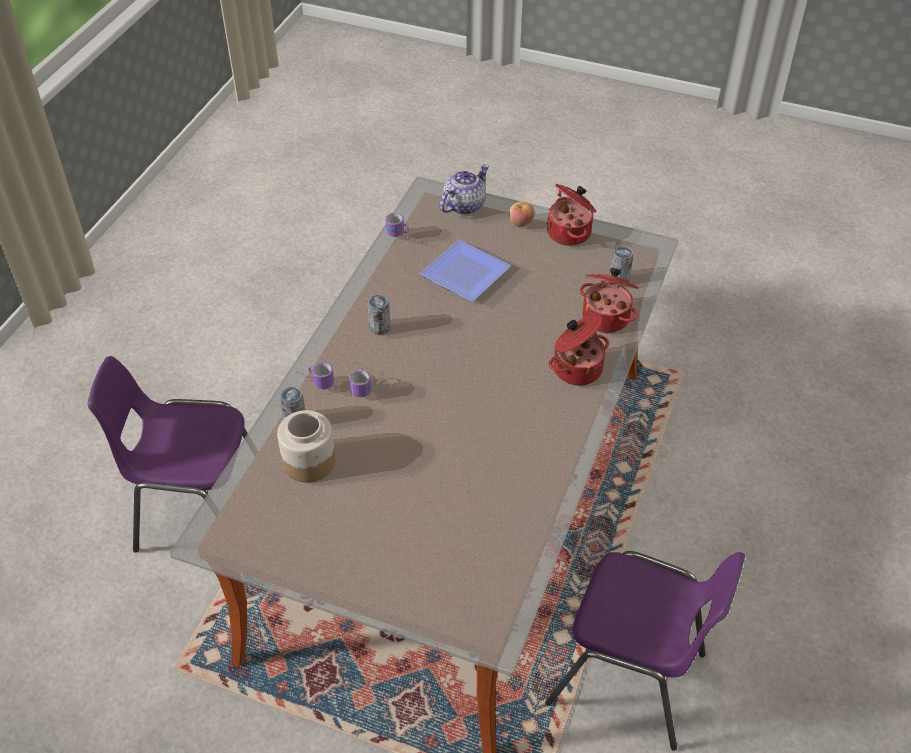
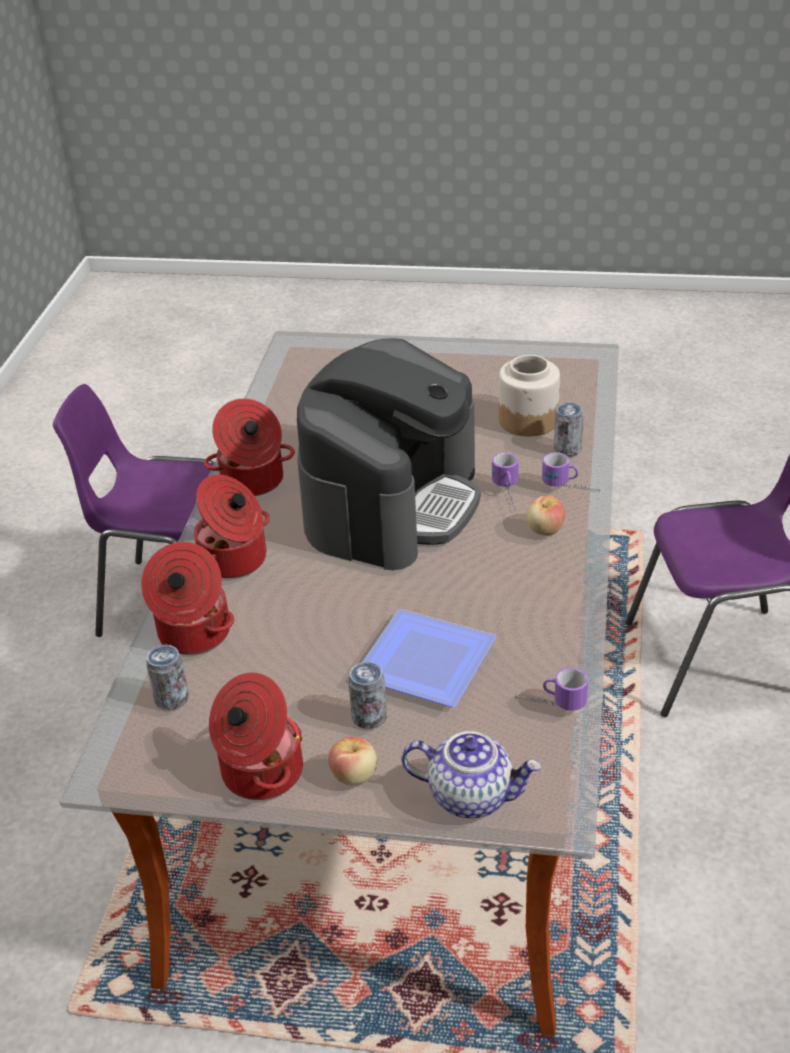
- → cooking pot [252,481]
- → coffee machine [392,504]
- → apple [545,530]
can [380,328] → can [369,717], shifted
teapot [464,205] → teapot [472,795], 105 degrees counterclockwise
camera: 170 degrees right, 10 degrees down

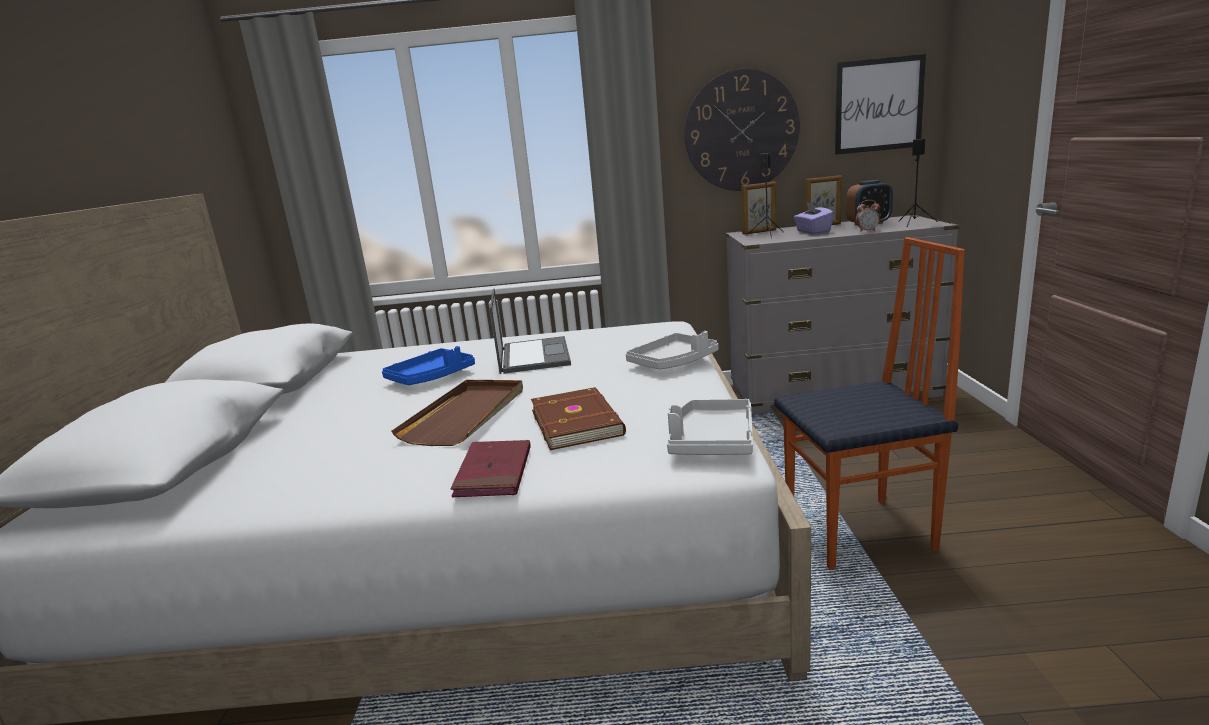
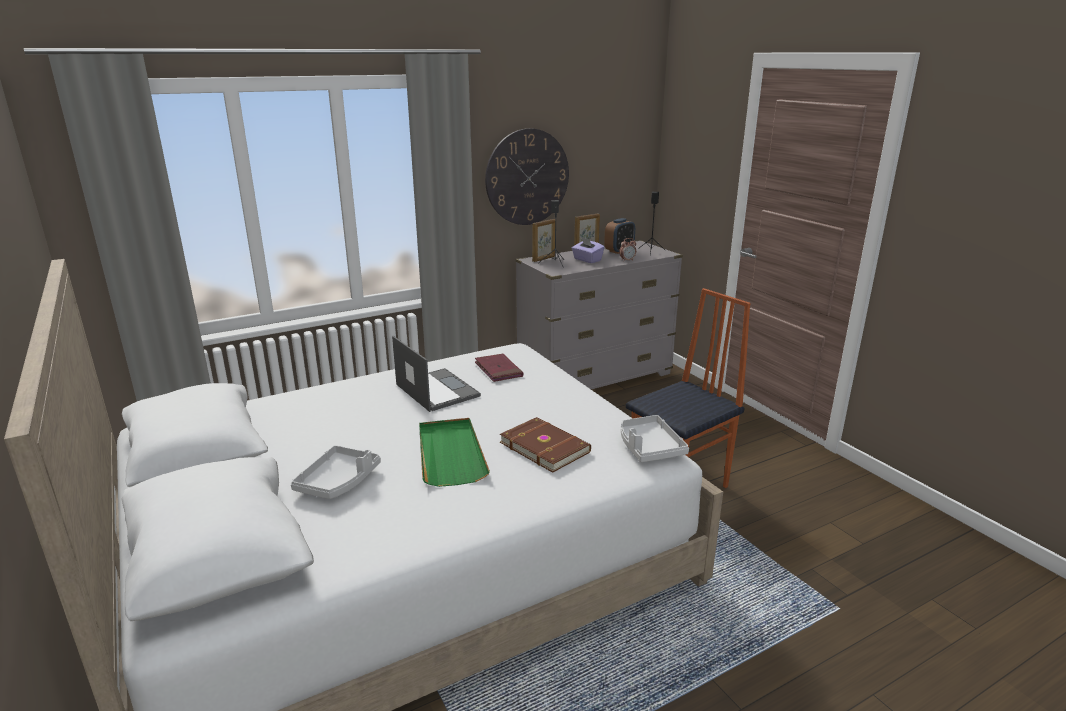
blue tray [431,377] → -
picture [878,105] → -
red book [494,473] → red book [498,370], shifted
grey tray [673,362] → grey tray [339,481], shifted
brown tray [466,415] → green tray [450,454]
camera: 30 degrees left, 5 degrees up

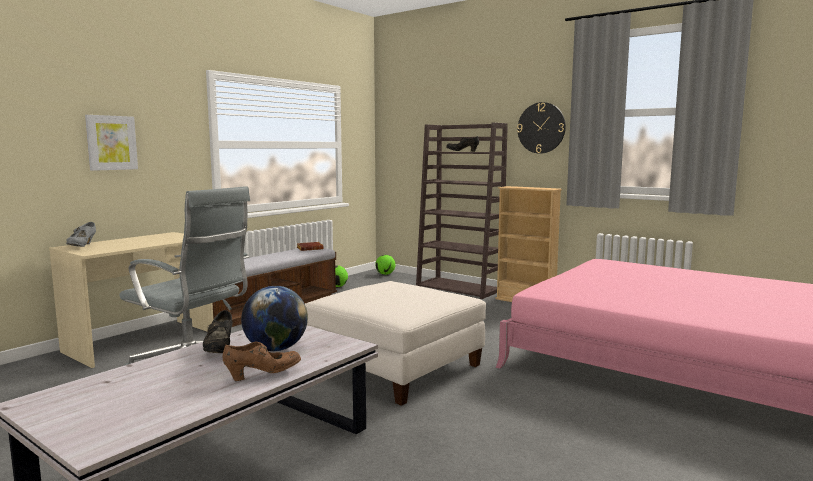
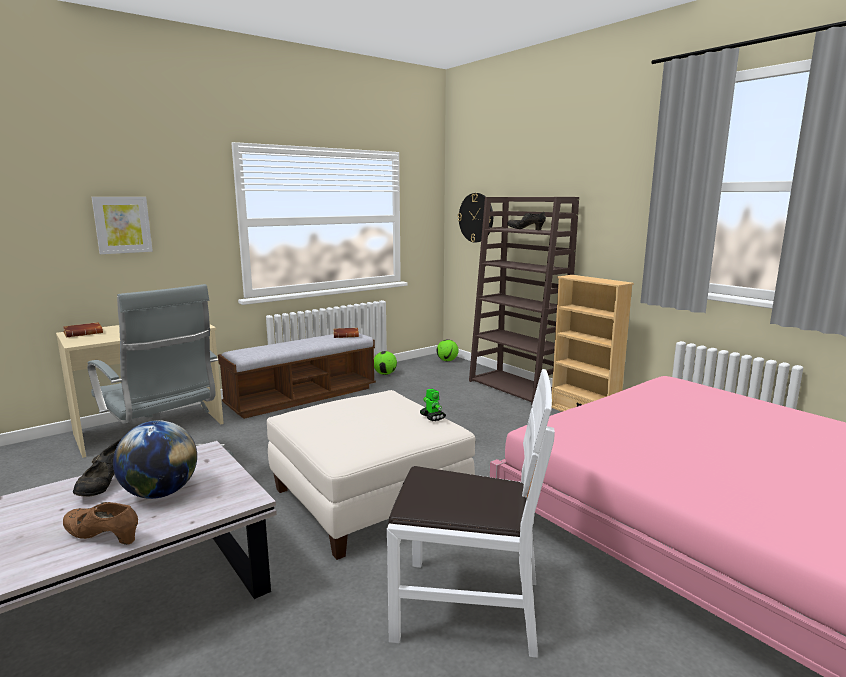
- → white chair [467,606]
- → toy robot [432,417]
wall clock [541,128] → wall clock [476,217], shifted
grey shoe [82,246] → brown book [84,333]
brown shoe [263,375] → brown shoe [103,538], 150 degrees counterclockwise
camera: 15 degrees right, 5 degrees up

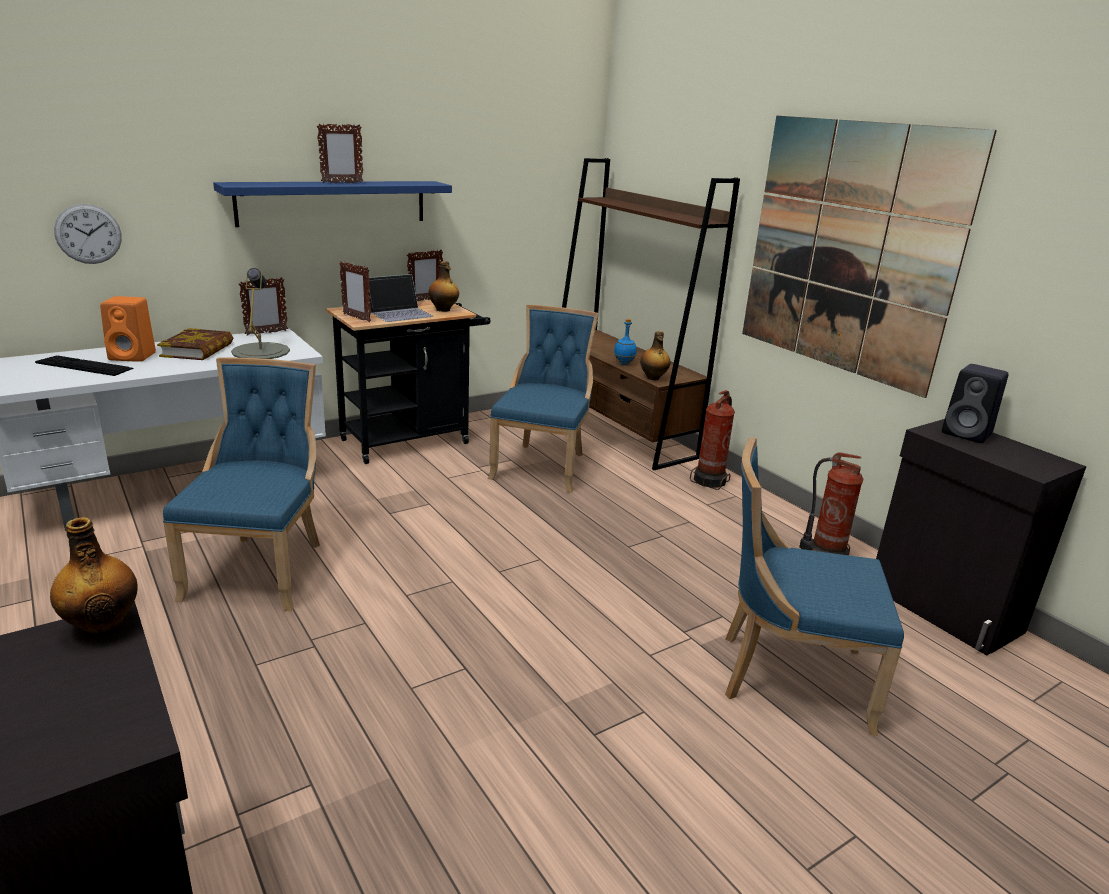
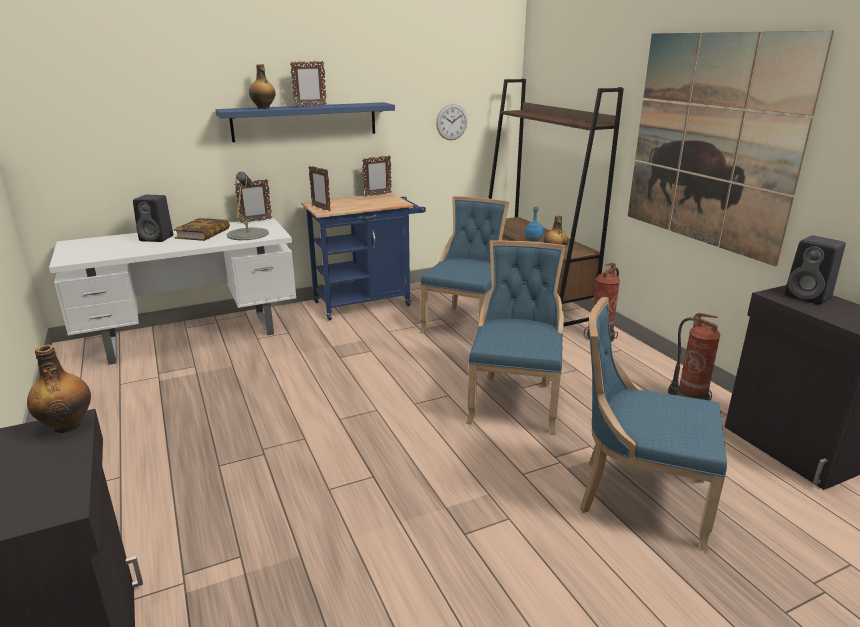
keyboard [84,365] → -
laptop [399,313] → -
wall clock [88,234] → wall clock [451,122], shifted
blue chair [261,569] → blue chair [515,401], shifted
bottle [443,310] → bottle [263,108], shifted
orange speaker [134,356] → black speaker [158,238]
black cart [412,440] → blue cart [368,302]
camera: 10 degrees right, 0 degrees up

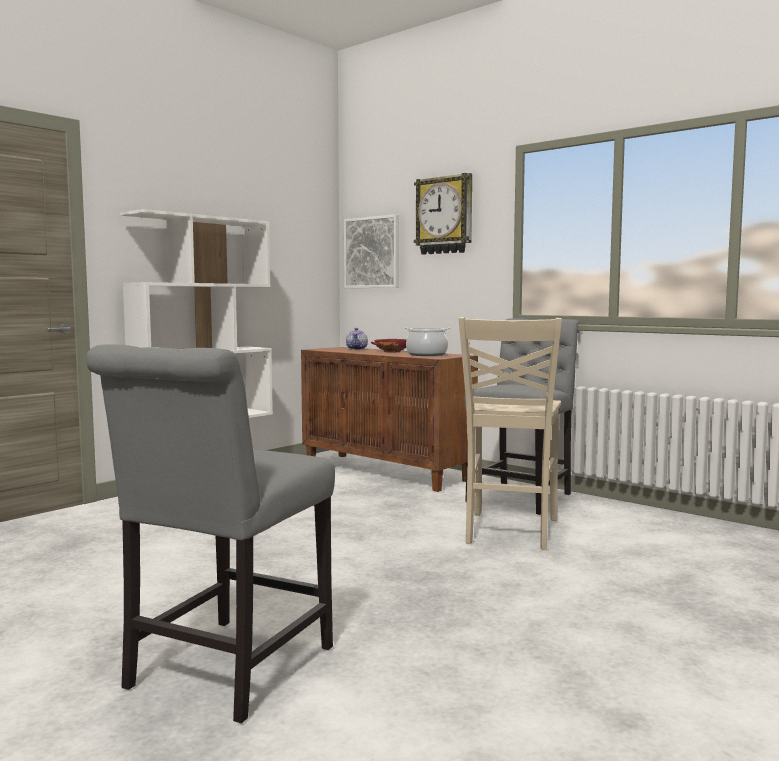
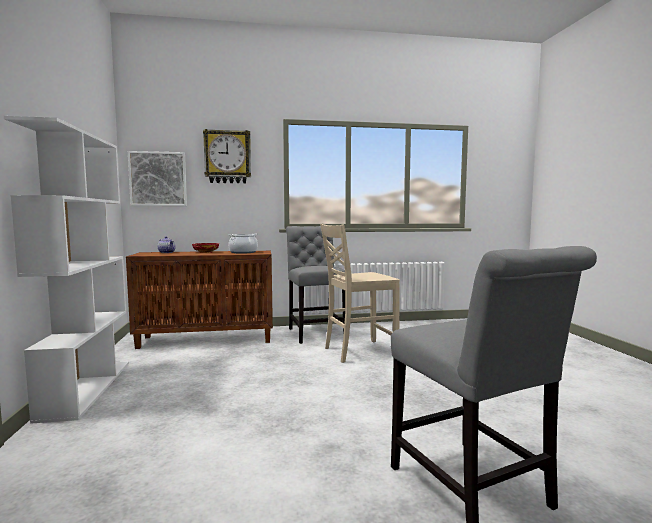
beige chair [509,531] → beige chair [358,351], 105 degrees clockwise
camera: 50 degrees left, 0 degrees up

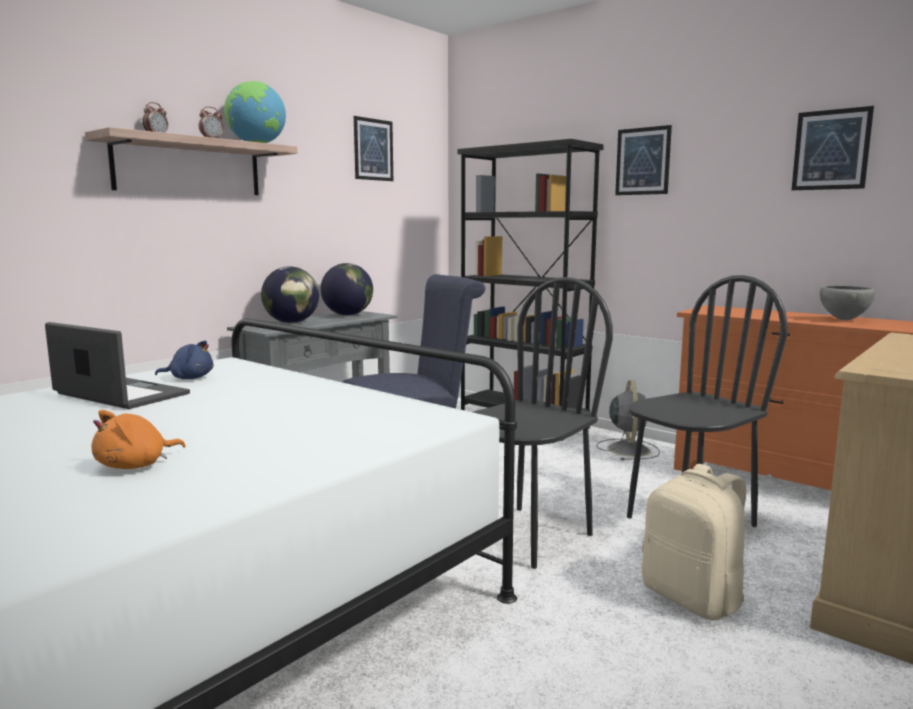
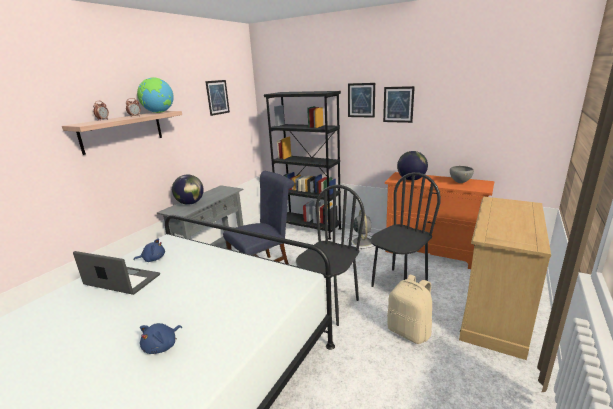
globe [348,315] → globe [411,179], shifted
picture [831,150] → picture [398,104], shifted
orange plush toy [136,465] → blue plush toy [162,346]
camera: 10 degrees left, 10 degrees up

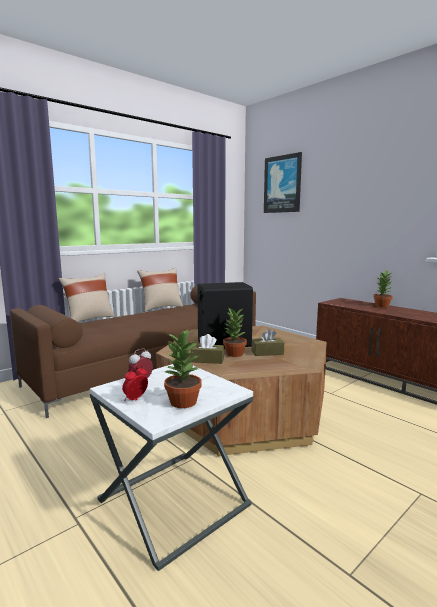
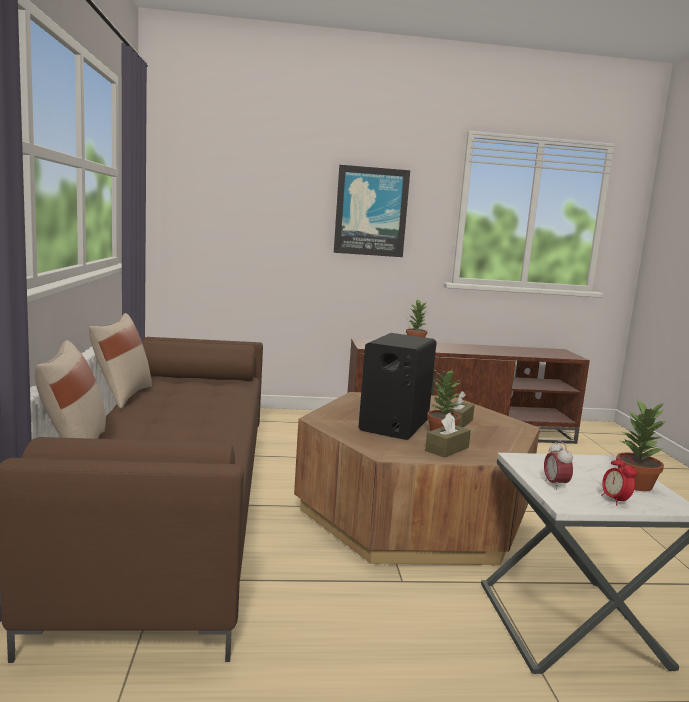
picture [282,184] → picture [371,211], shifted
camera: 55 degrees left, 0 degrees up

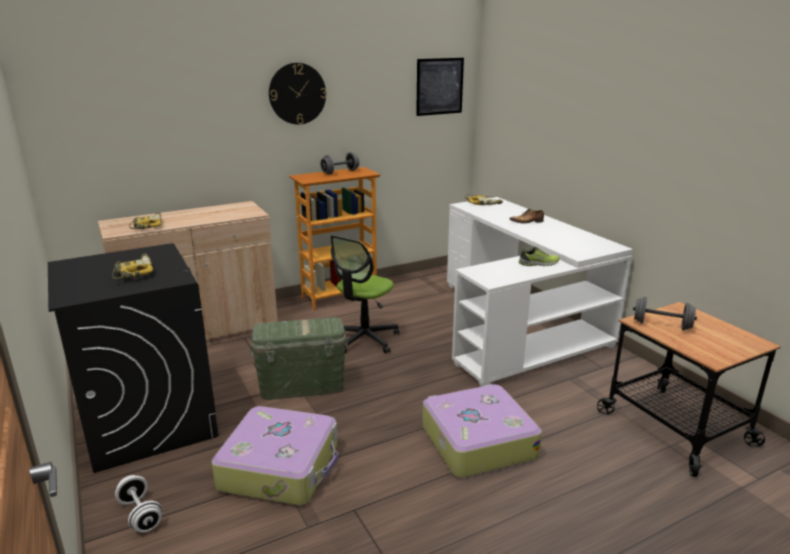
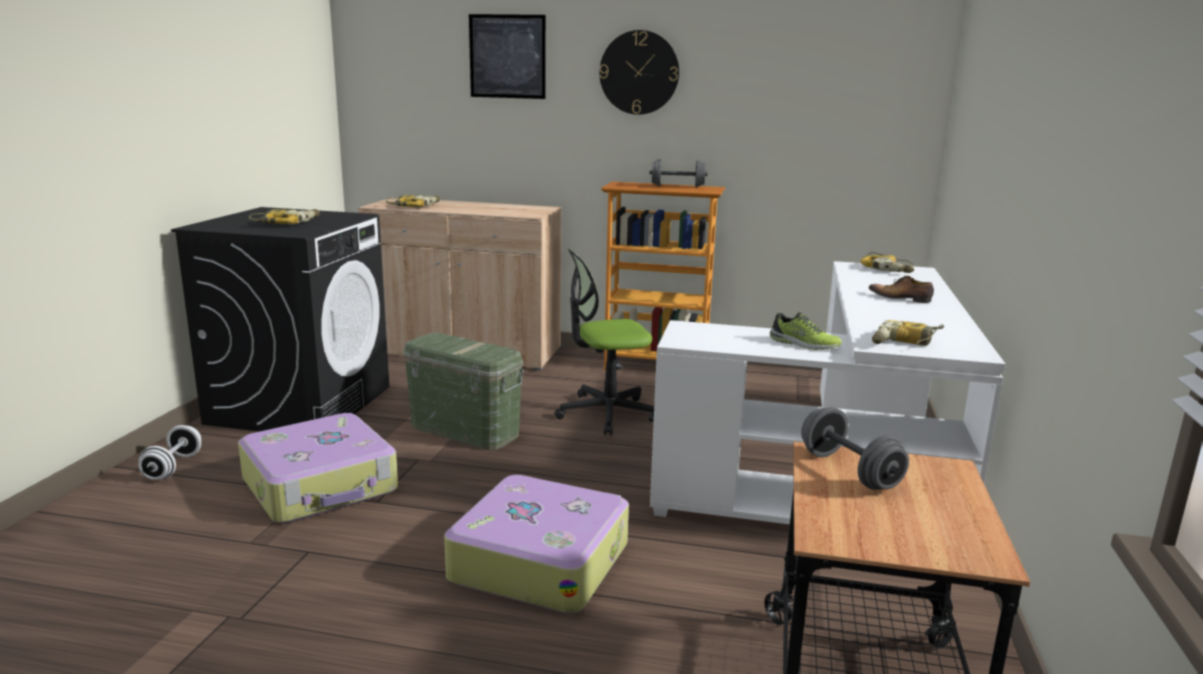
- → power drill [905,342]
picture [439,86] → picture [507,56], shifted
camera: 40 degrees right, 5 degrees down

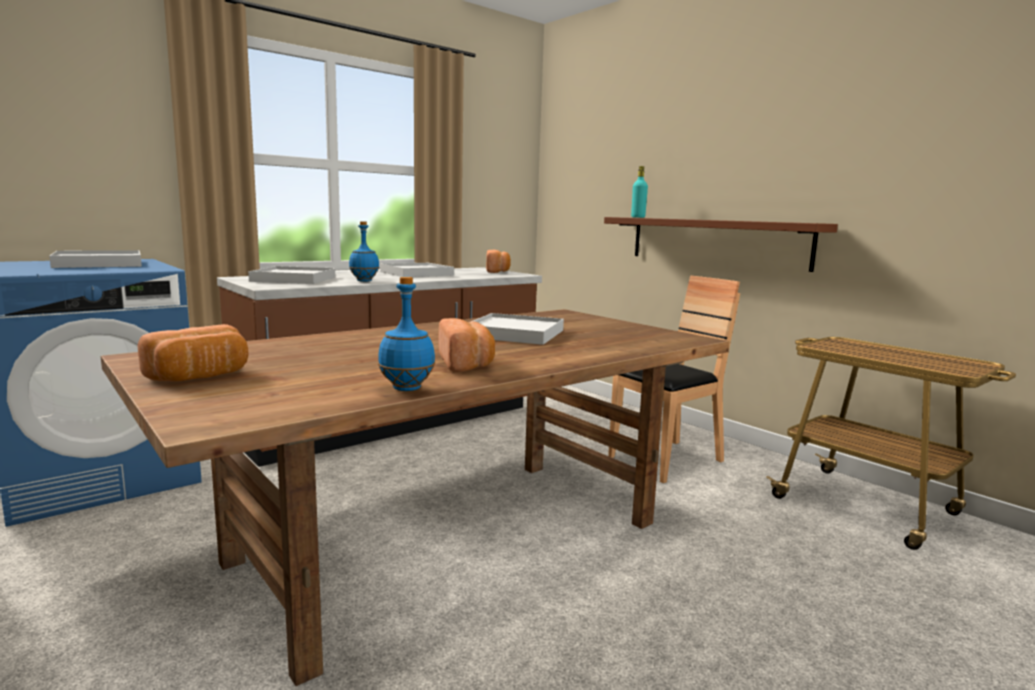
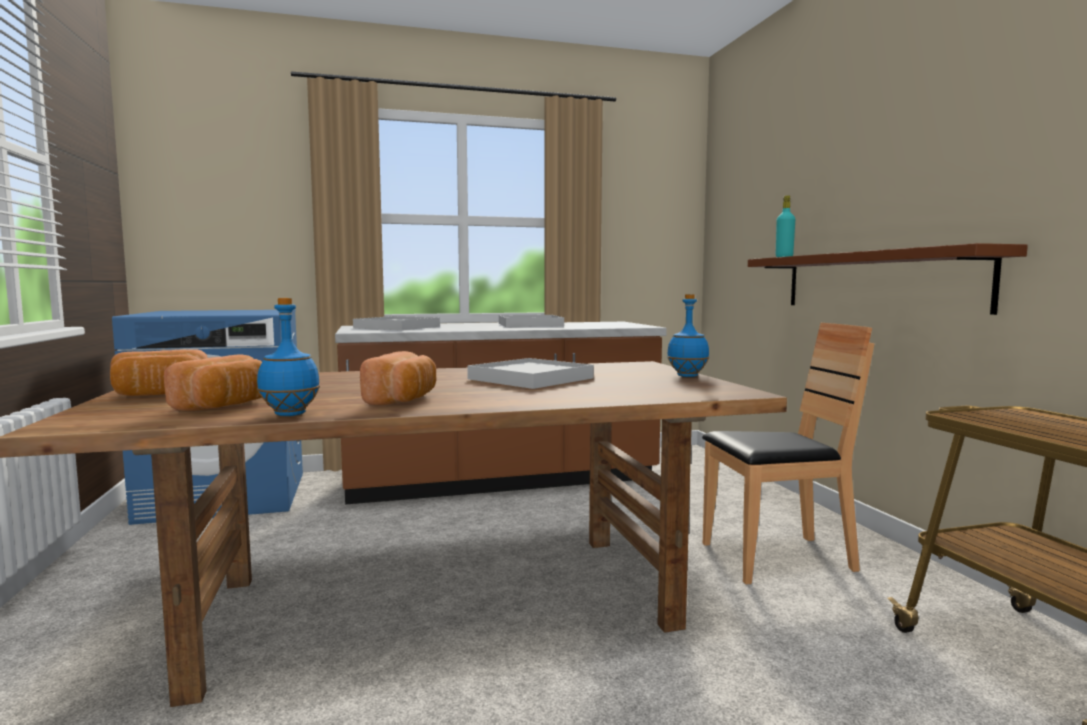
white tray [99,264] → -
blue bottle [364,281] → blue bottle [687,376], shifted
bread [498,271] → bread [226,406], shifted
camera: 25 degrees right, 5 degrees down

